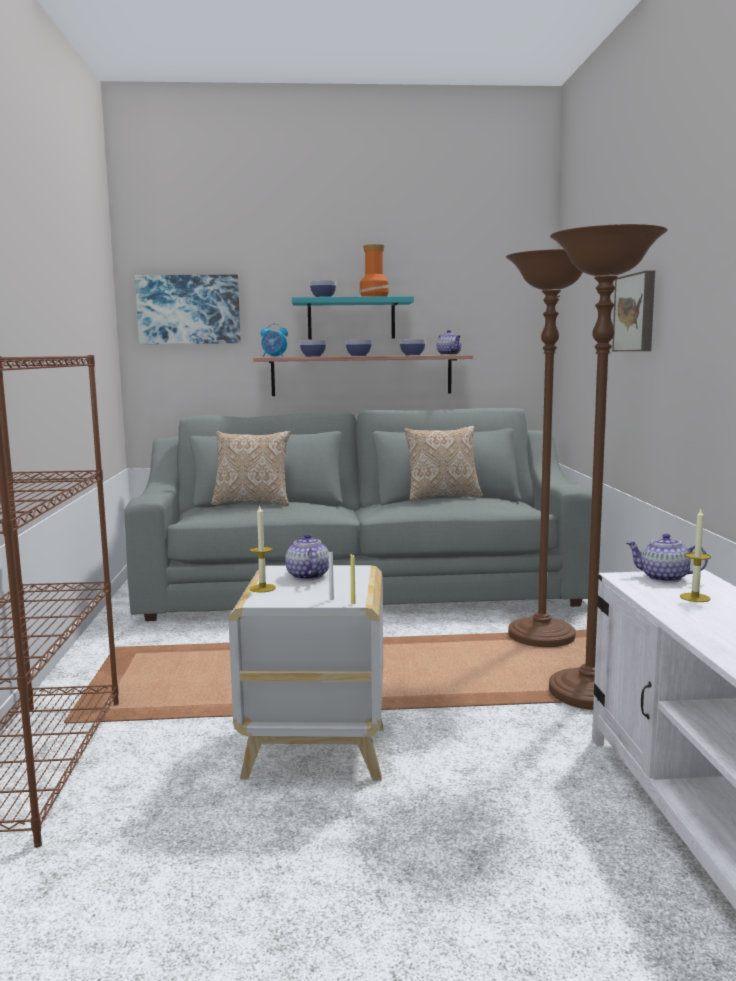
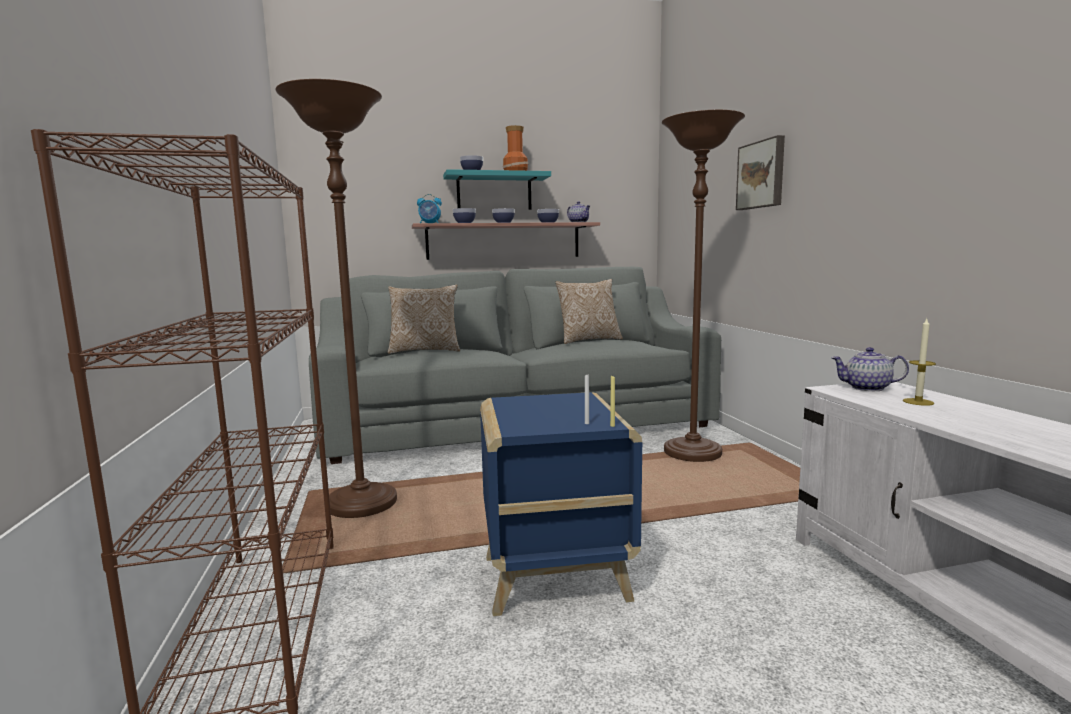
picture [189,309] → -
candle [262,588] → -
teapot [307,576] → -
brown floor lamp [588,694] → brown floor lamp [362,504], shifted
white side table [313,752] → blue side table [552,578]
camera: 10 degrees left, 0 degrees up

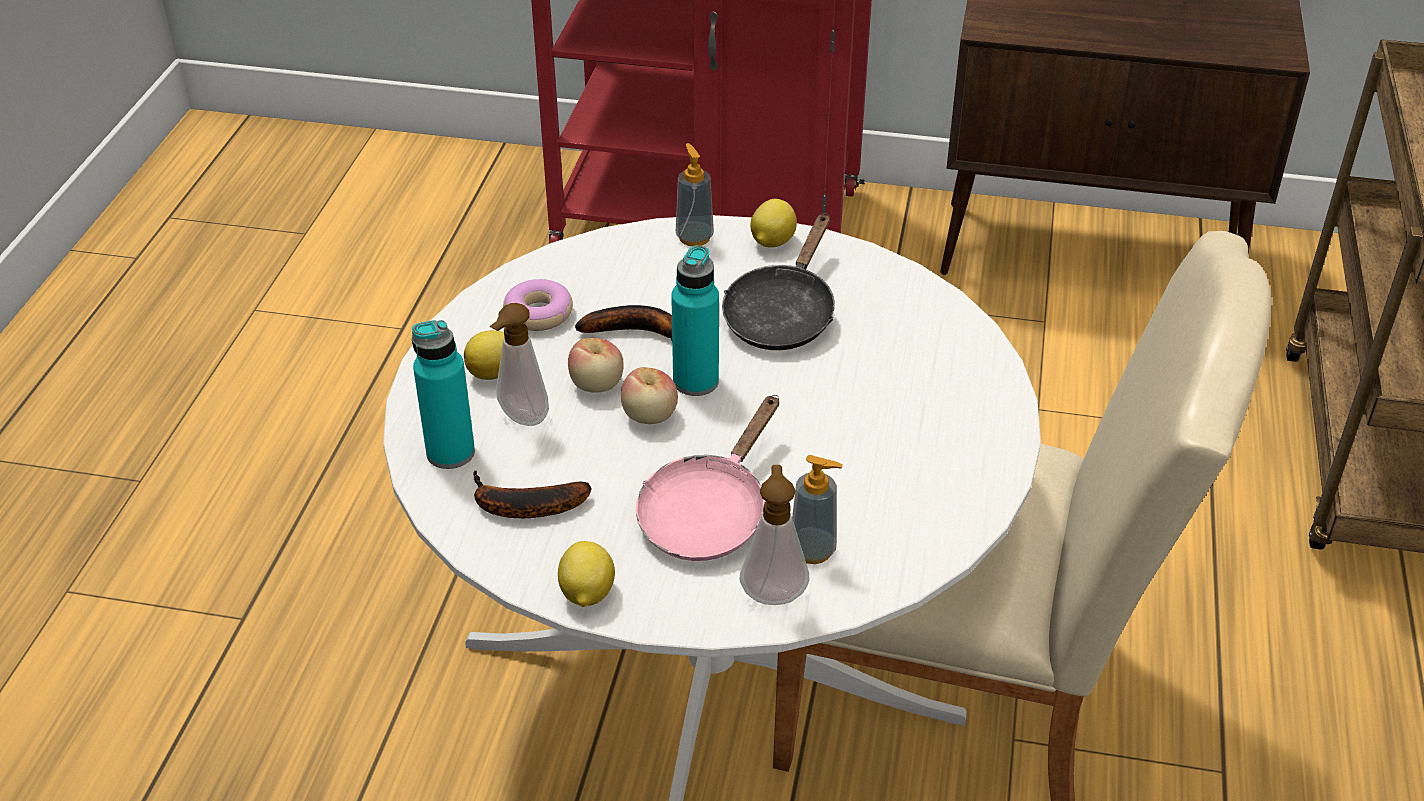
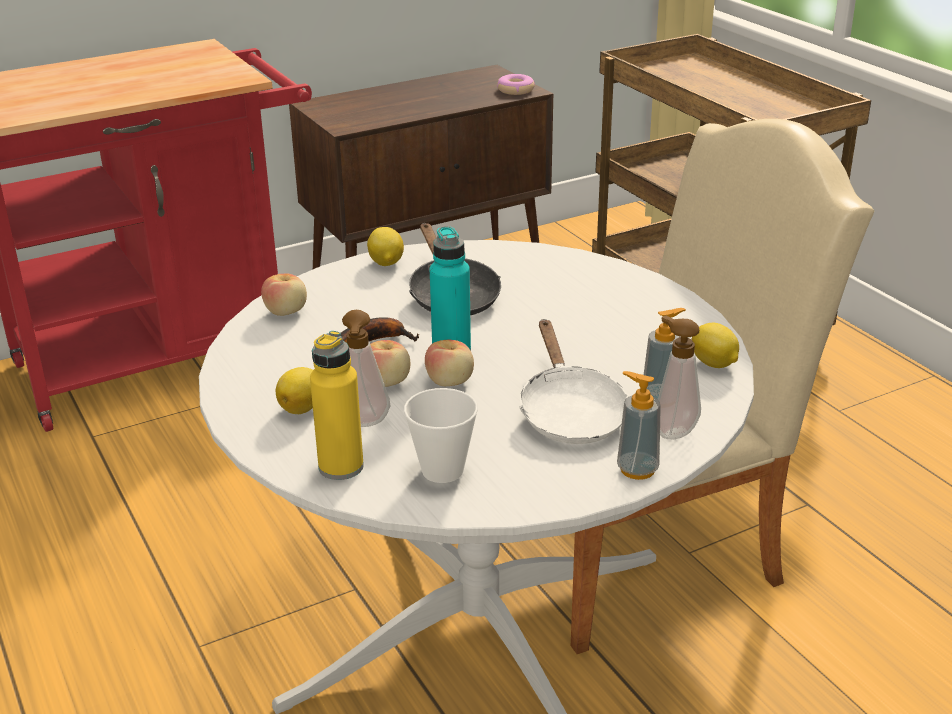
- → apple [286,312]
donut [538,313] → donut [515,90], shifted
lemon [586,594] → lemon [714,364], shifted
soap dispenser [694,237] → soap dispenser [637,469], shifted
banana [522,507] → cup [442,470]
turquoise bottle [450,453] → yellow bottle [341,467]
pink frying pan [708,513] → white frying pan [569,412]
camera: 40 degrees left, 10 degrees down

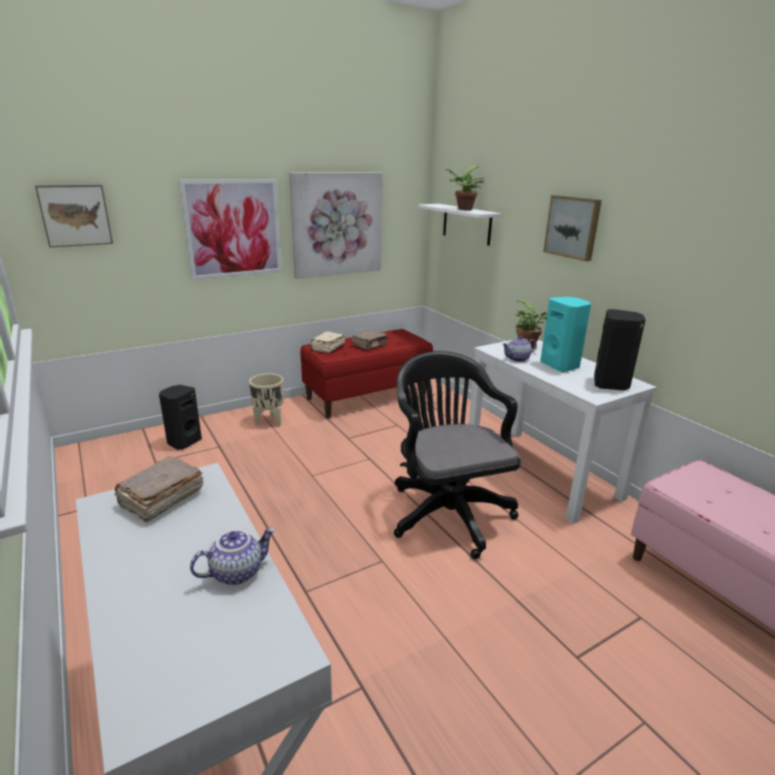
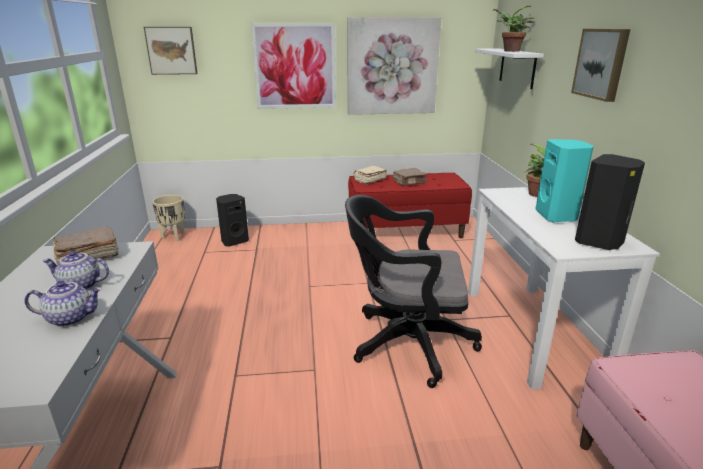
beige planter [269,421] → beige planter [173,237], shifted
teapot [517,359] → teapot [80,286], shifted
black office chair [447,510] → black office chair [405,343], 90 degrees counterclockwise
camera: 25 degrees right, 0 degrees up

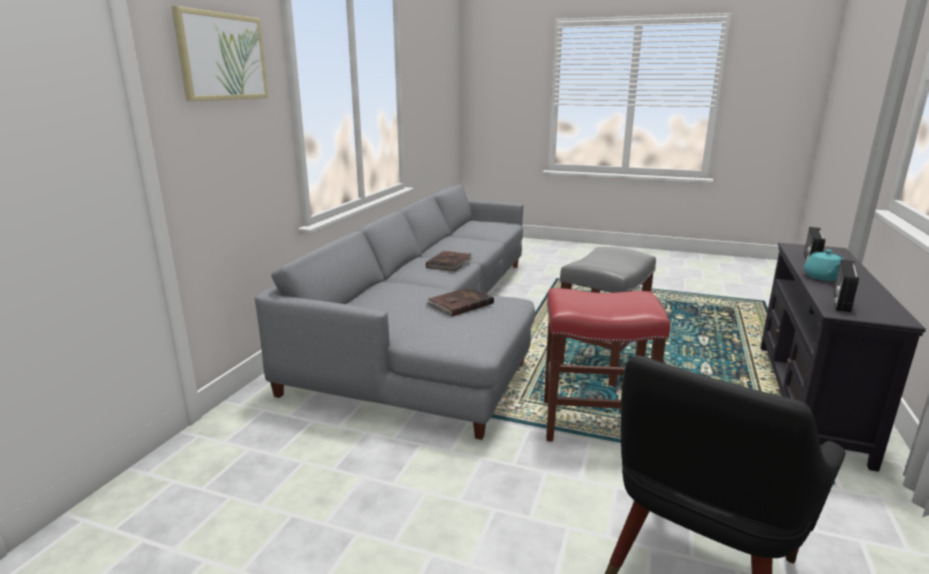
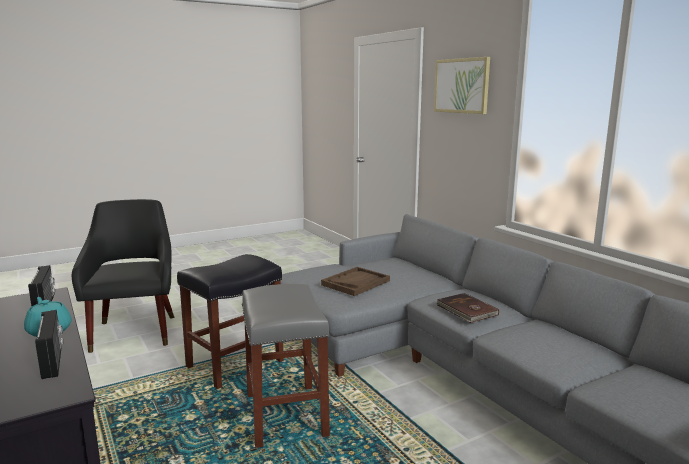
brown book [459,304] → brown tray [355,283]
red stool [592,422] → black stool [236,363]
camera: 130 degrees right, 5 degrees down

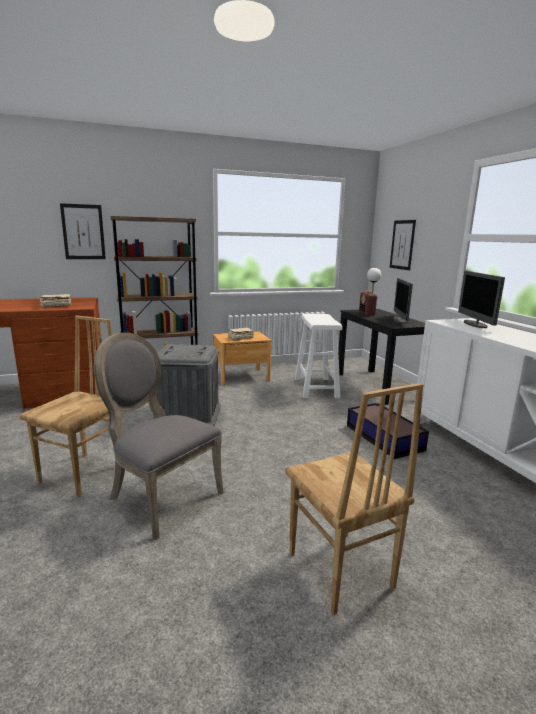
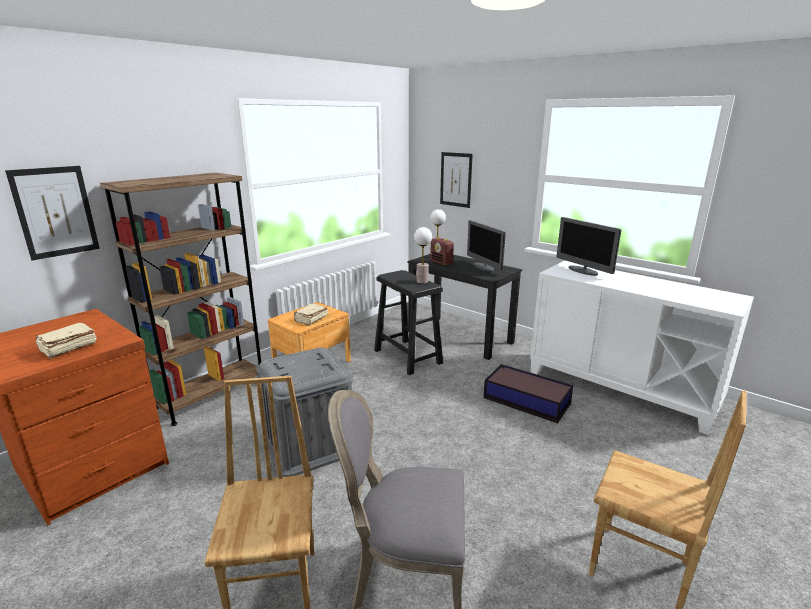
- → table lamp [422,281]
white stool [316,388] → black stool [407,356]
camera: 30 degrees left, 5 degrees up

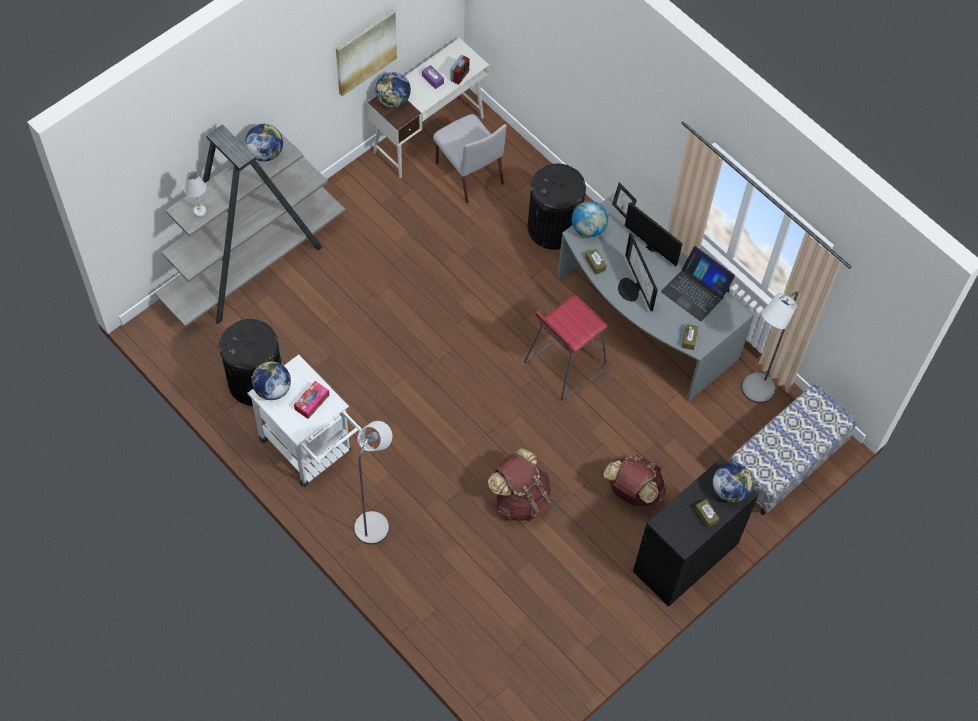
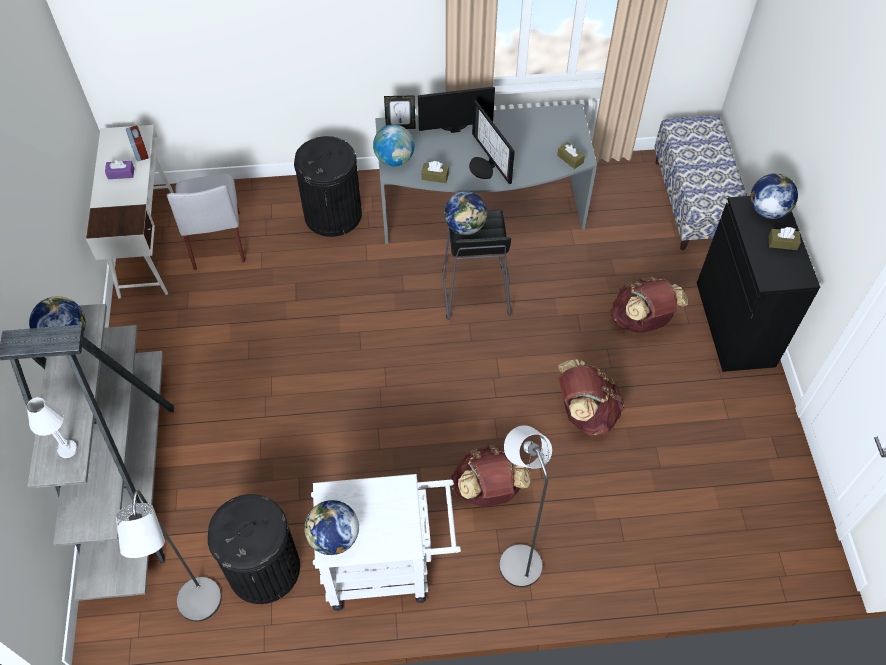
tissue box [312,402] → -
picture [365,52] → -
laptop [695,291] → -
- → brown backpack [488,490]
globe [393,100] → globe [465,226], shifted
grey floor lamp [753,392] → grey floor lamp [199,608], shifted
red stool [564,365] → black stool [475,292]
grey chair [468,172] → grey chair [217,239], 75 degrees clockwise
monitor [631,289] → monitor [484,167], 45 degrees clockwise
camera: 50 degrees left, 5 degrees down

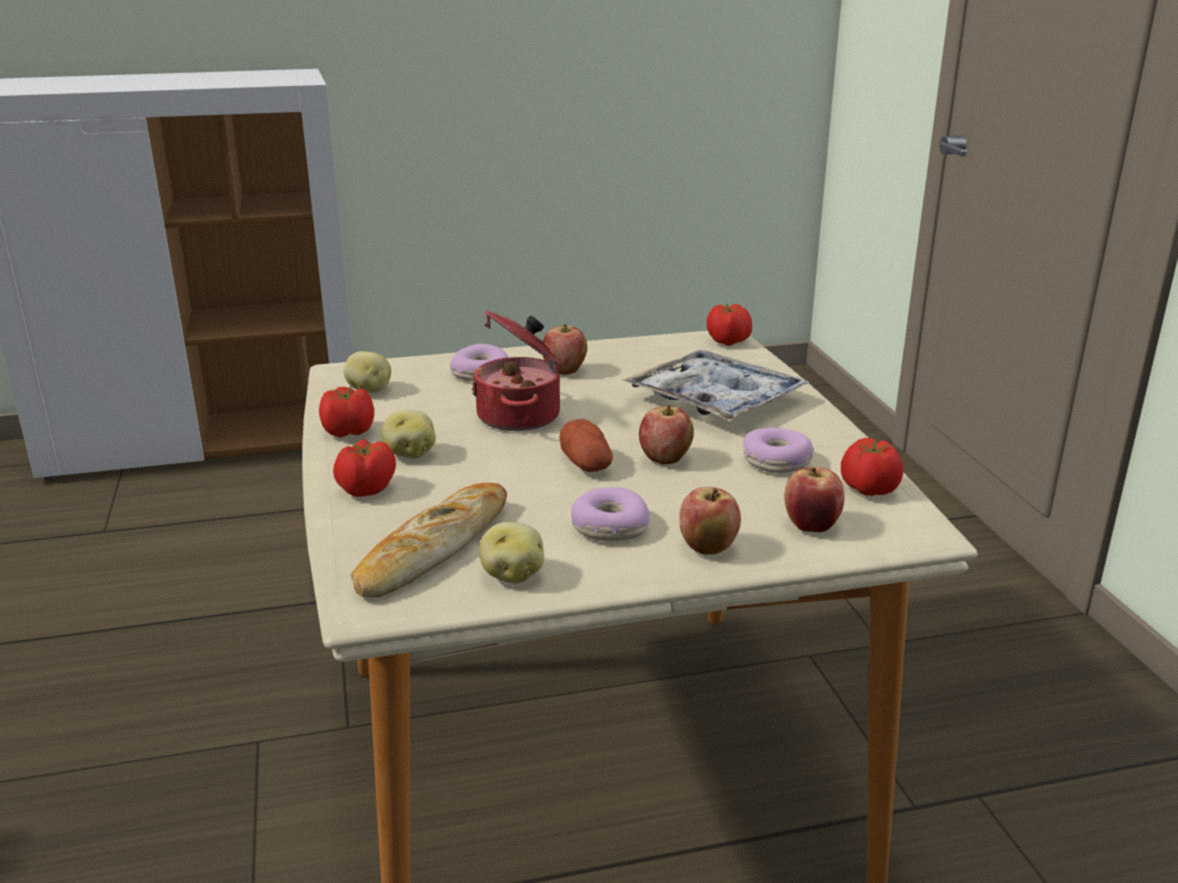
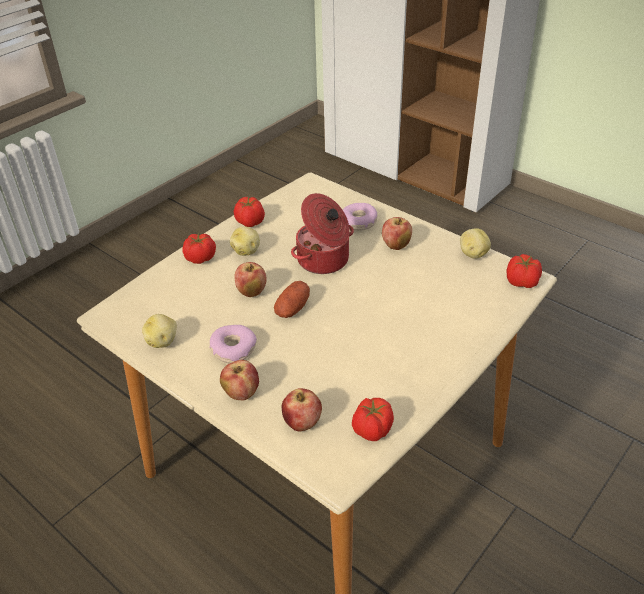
bread [433,548] → -
tray [715,400] → -
donut [776,462] → -
potato [369,390] → potato [472,254], shifted
apple [665,459] → apple [251,292], shifted
camera: 55 degrees right, 15 degrees up

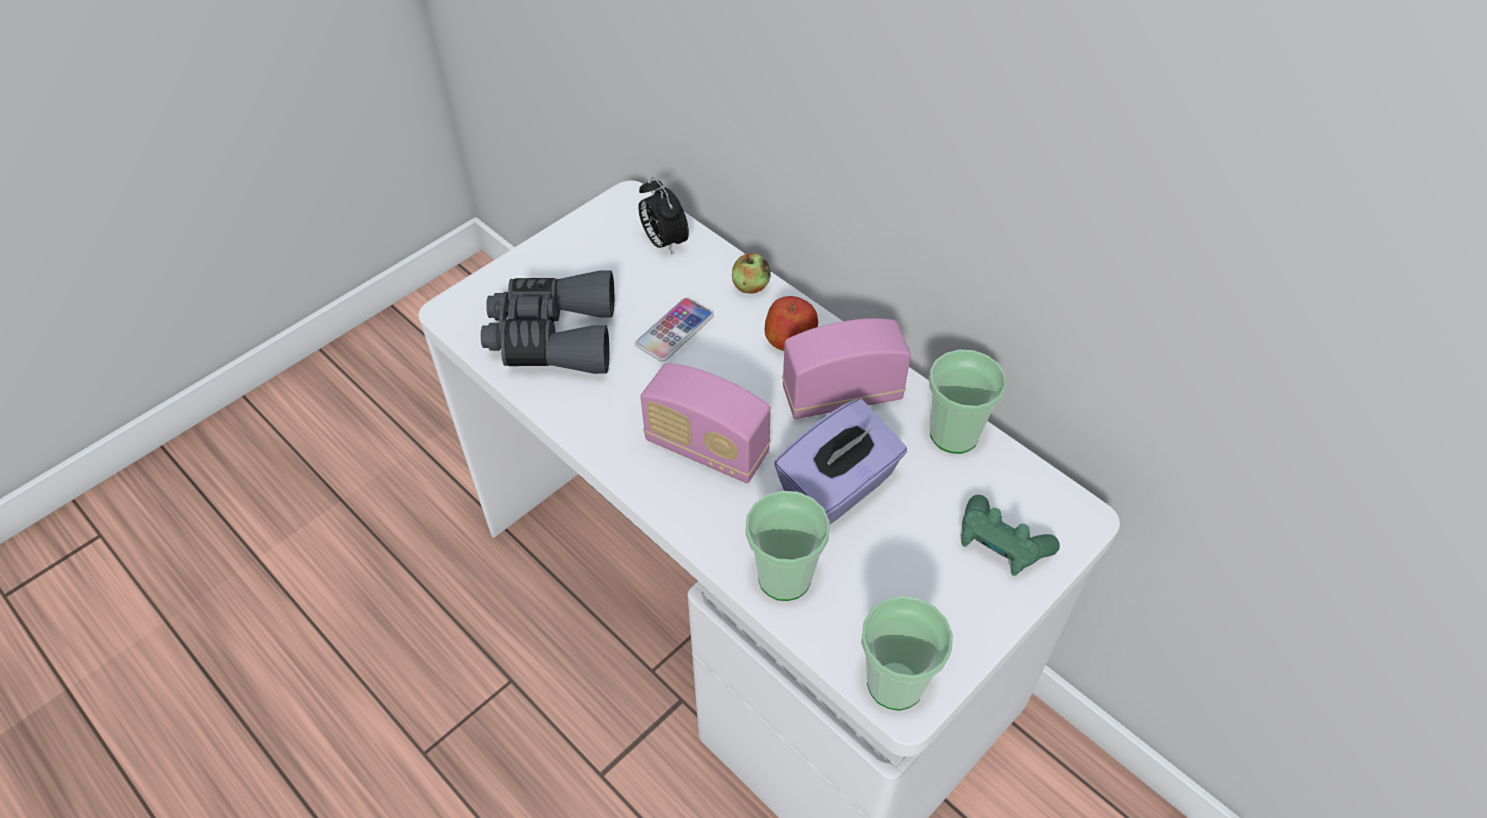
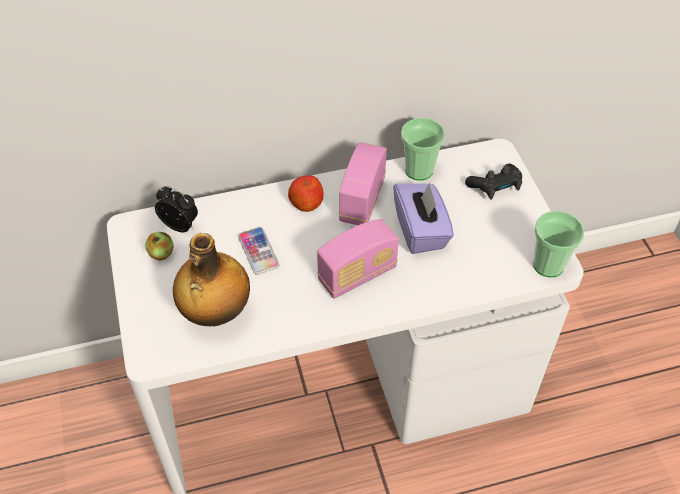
cup [784,577] → -
apple [750,286] → apple [161,253], shifted
grey binoculars [552,337] → bottle [215,313]
green game controller [1000,545] → black game controller [495,187]
alarm clock [664,242] → alarm clock [181,225], 150 degrees counterclockwise
camera: 60 degrees left, 0 degrees up

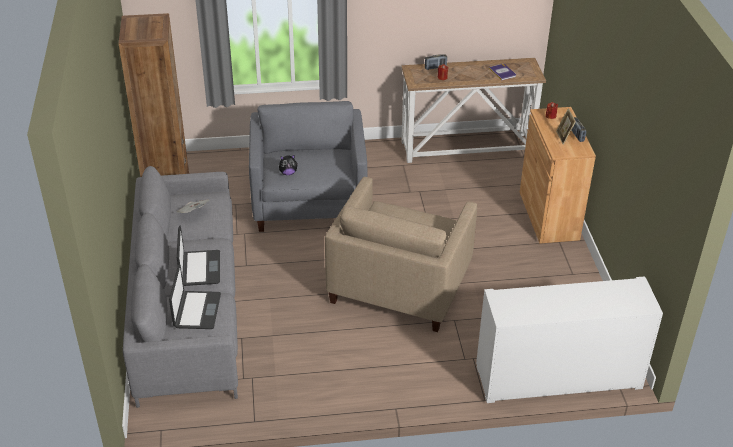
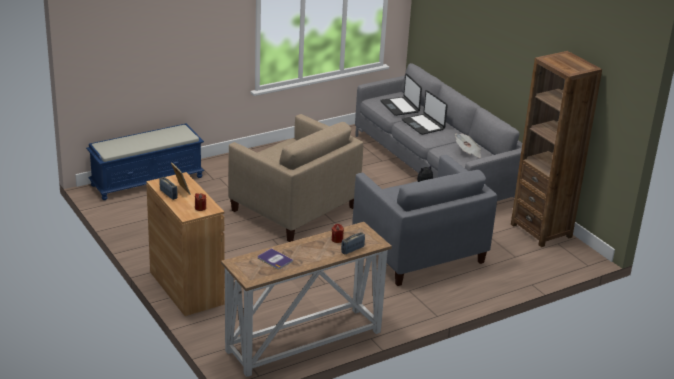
white cabinet [558,376] → blue bench [147,180]
beige armchair [399,285] → beige armchair [293,208], 135 degrees clockwise
camera: 155 degrees right, 10 degrees down

